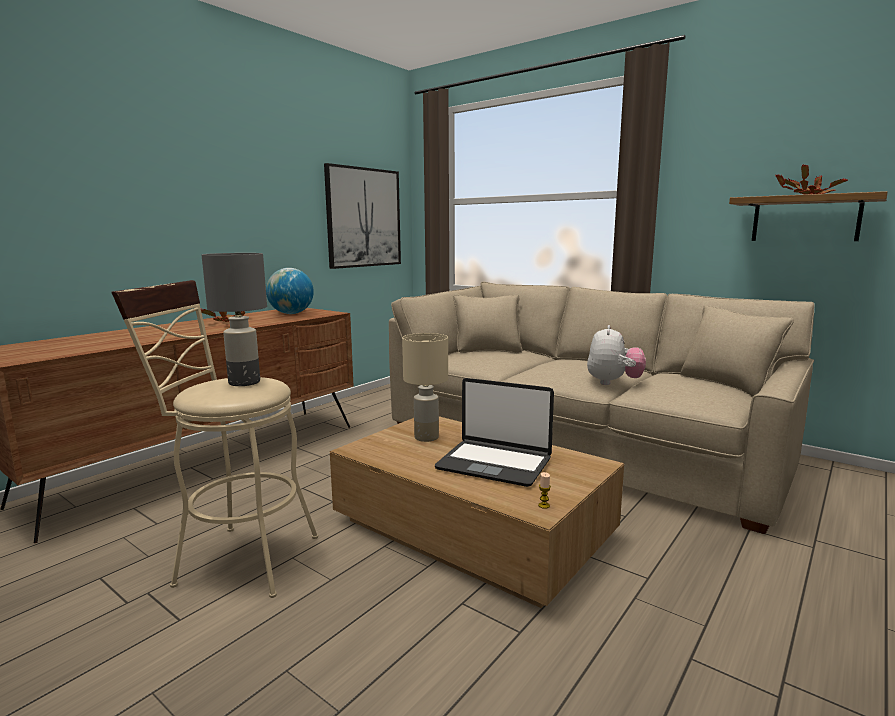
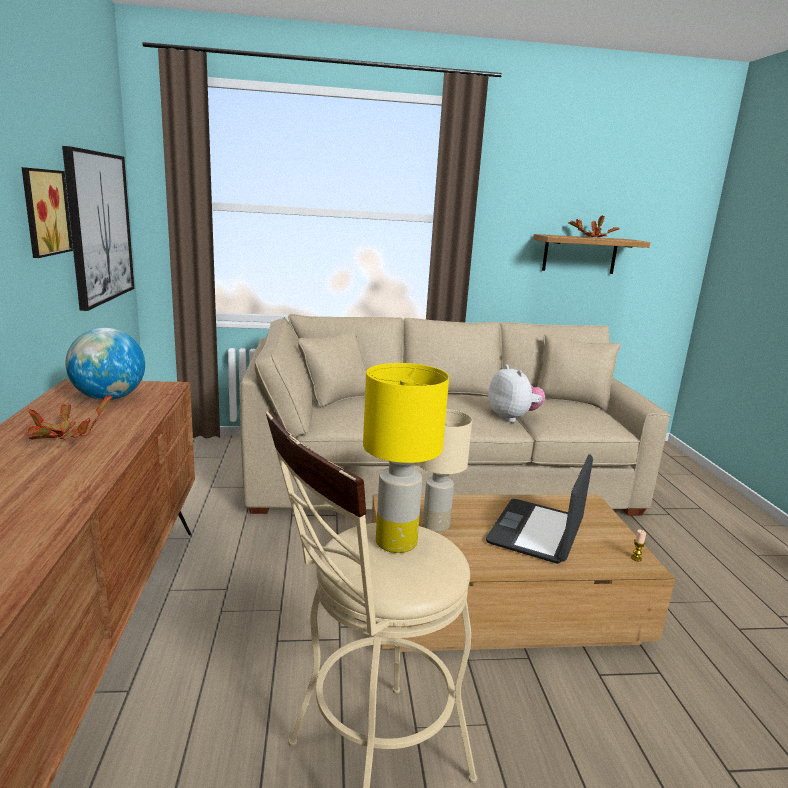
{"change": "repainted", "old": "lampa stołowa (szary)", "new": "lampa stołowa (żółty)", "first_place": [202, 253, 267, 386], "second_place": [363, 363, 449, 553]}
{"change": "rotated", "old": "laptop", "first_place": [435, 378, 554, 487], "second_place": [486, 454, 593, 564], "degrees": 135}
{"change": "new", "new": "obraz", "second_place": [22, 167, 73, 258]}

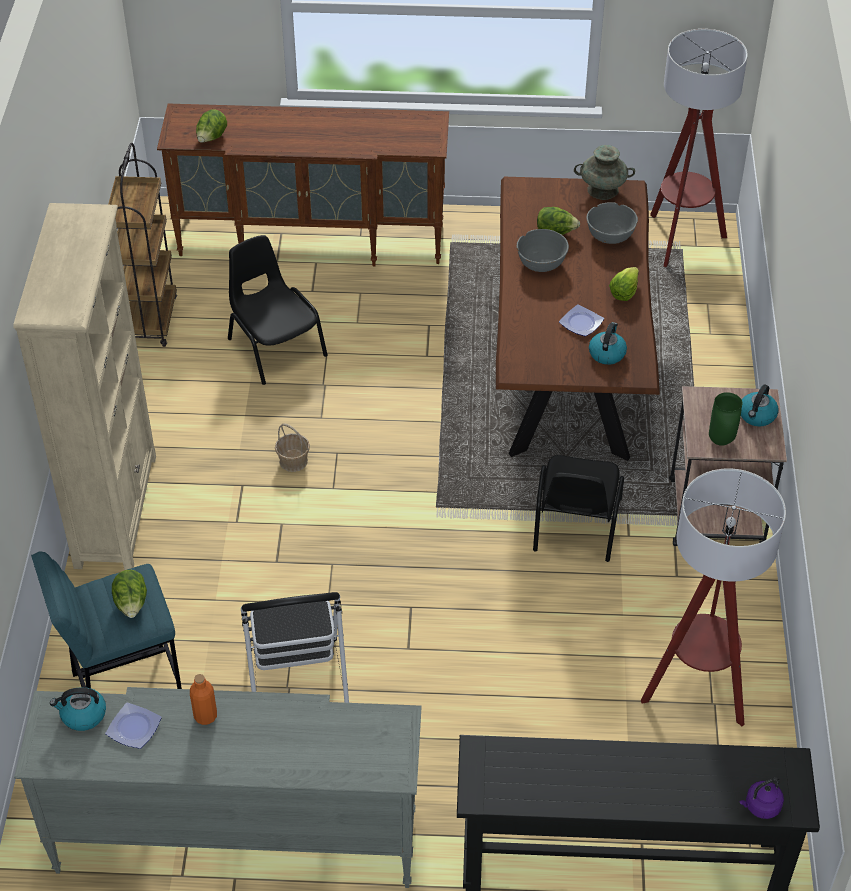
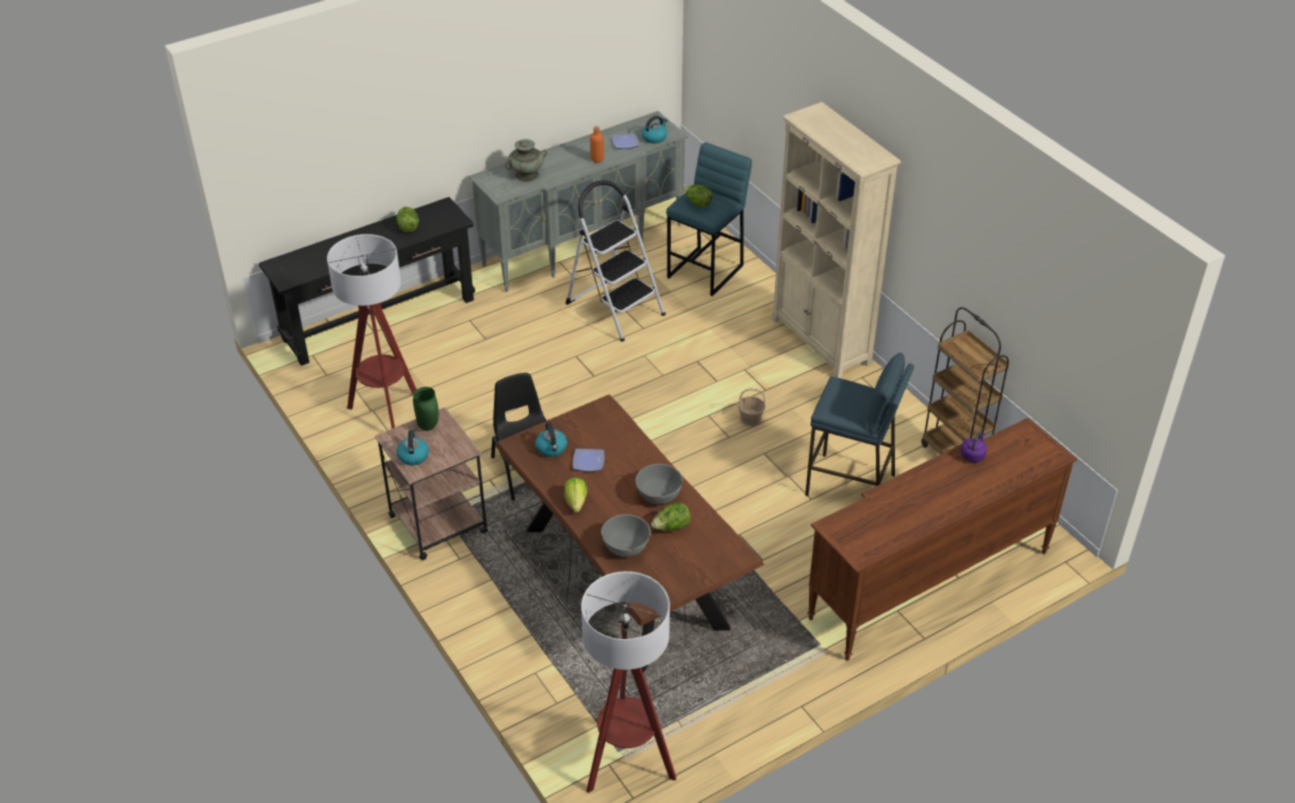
{"change": "shifted", "old": "sałata", "first_place": [196, 109, 227, 143], "second_place": [396, 207, 419, 232]}
{"change": "shifted", "old": "wazon (turkusowy)", "first_place": [574, 145, 635, 200], "second_place": [505, 139, 547, 182]}
{"change": "swapped", "old": "krzesło (czarny)", "new": "stołek (niebieski)", "first_place": [228, 235, 328, 385], "second_place": [805, 353, 914, 496]}
{"change": "shifted", "old": "czajnik (fioletowy)", "first_place": [739, 778, 784, 819], "second_place": [960, 431, 987, 462]}

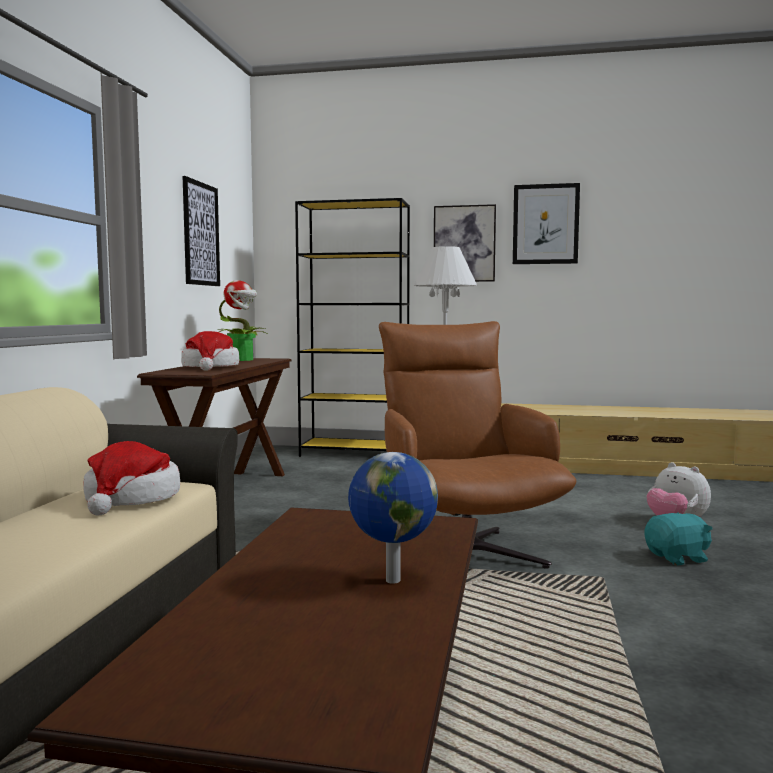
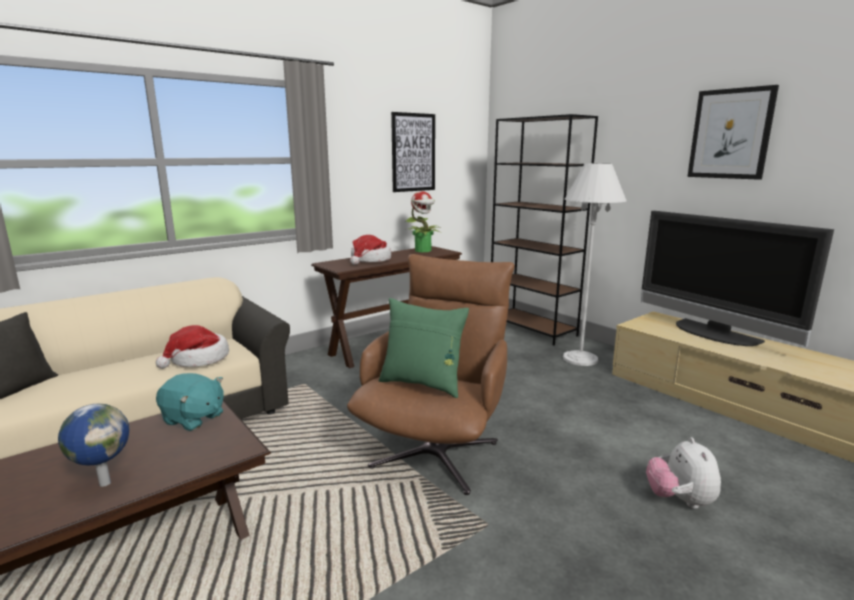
{"change": "repainted", "old": "regał (żółty)", "new": "regał (brązowy)", "first_place": [295, 198, 410, 457], "second_place": [491, 114, 598, 345]}
{"change": "gone", "old": "obraz", "first_place": [434, 204, 496, 282]}
{"change": "shifted", "old": "pluszak (turkusowy)", "first_place": [645, 512, 712, 565], "second_place": [156, 373, 224, 431]}
{"change": "new", "new": "telewizor", "second_place": [641, 211, 834, 347]}
{"change": "new", "new": "poduszka (zielony)", "second_place": [379, 298, 469, 398]}

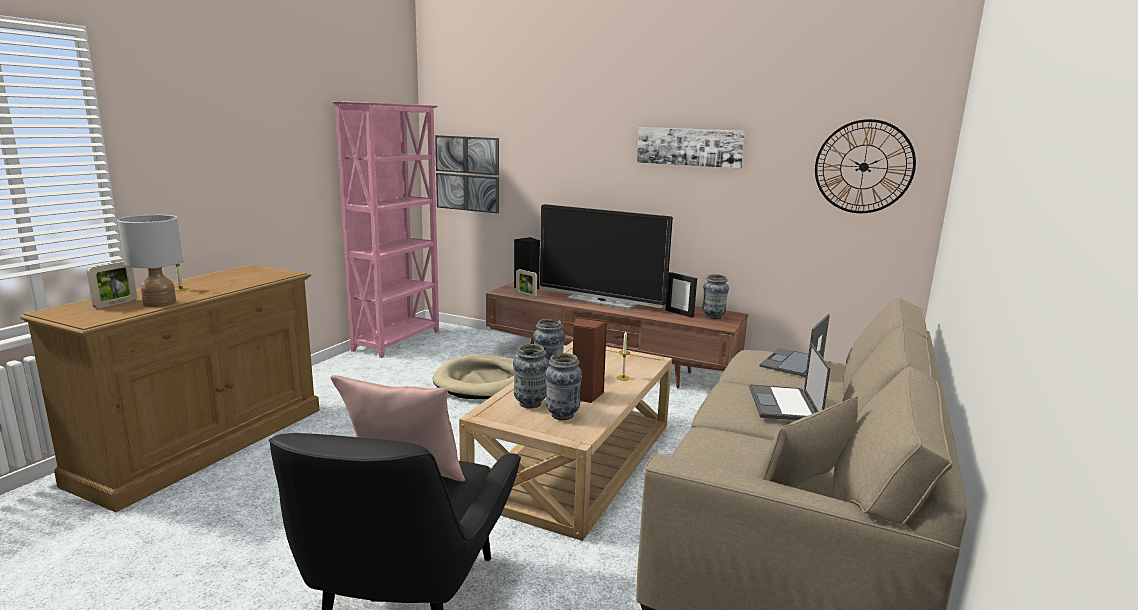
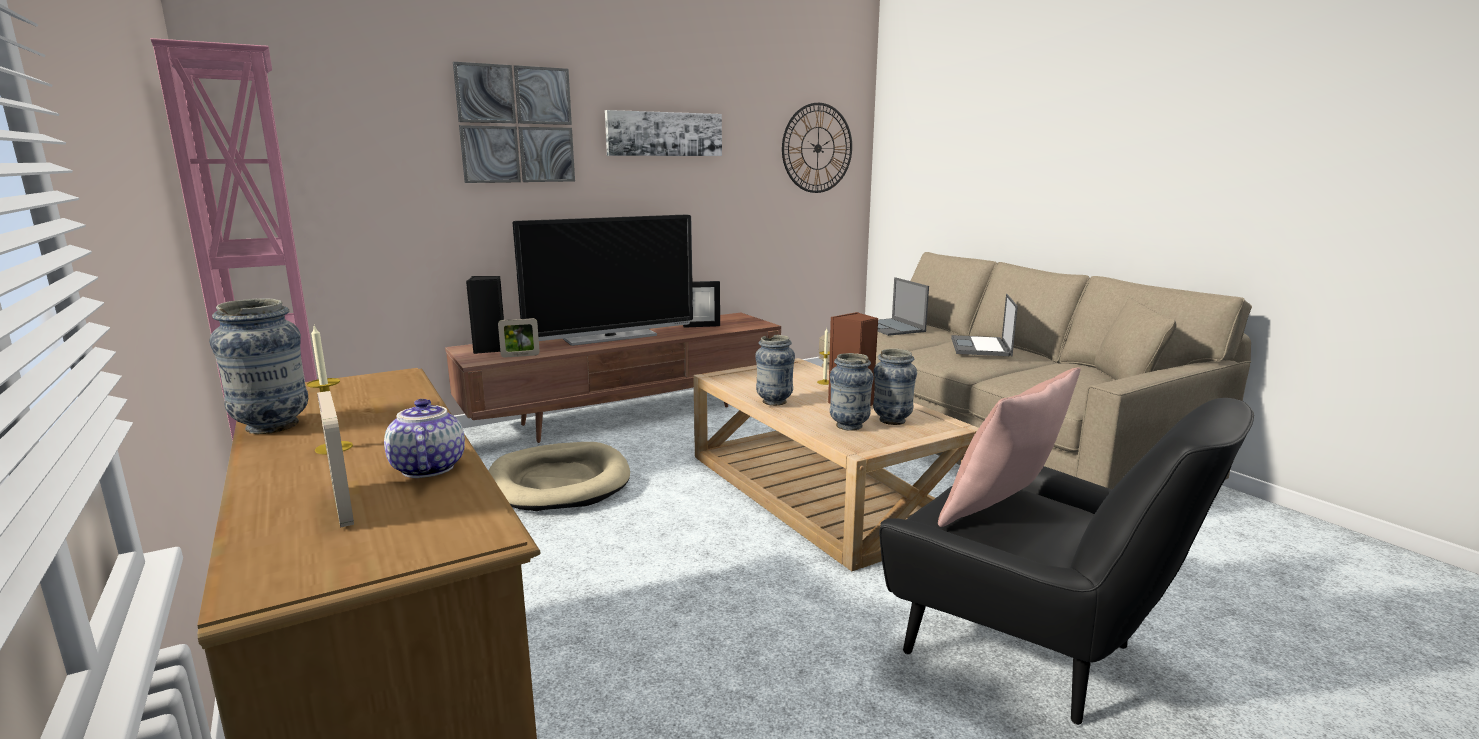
{"change": "shifted", "old": "obraz", "first_place": [435, 135, 499, 213], "second_place": [453, 62, 575, 183]}
{"change": "swapped", "old": "lampa stołowa (szary)", "new": "imbryk", "first_place": [117, 215, 183, 307], "second_place": [384, 399, 465, 478]}
{"change": "shifted", "old": "wazon", "first_place": [702, 274, 729, 319], "second_place": [209, 298, 308, 434]}
{"change": "rotated", "old": "laptop", "first_place": [749, 343, 830, 420], "second_place": [951, 294, 1018, 356], "degrees": 60}

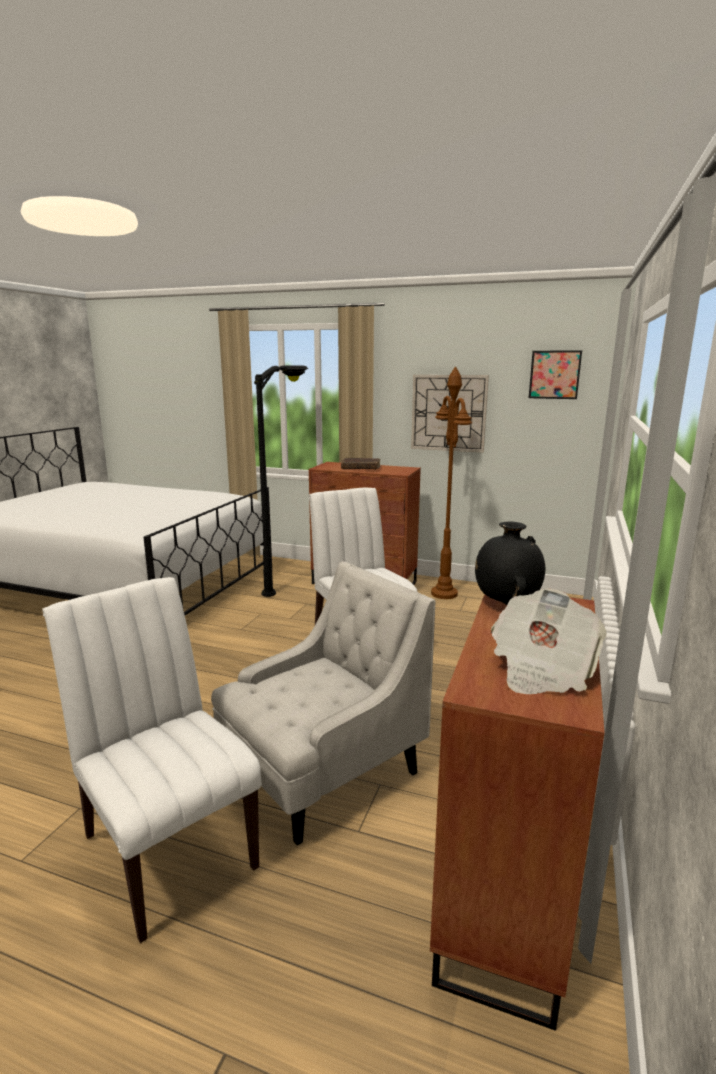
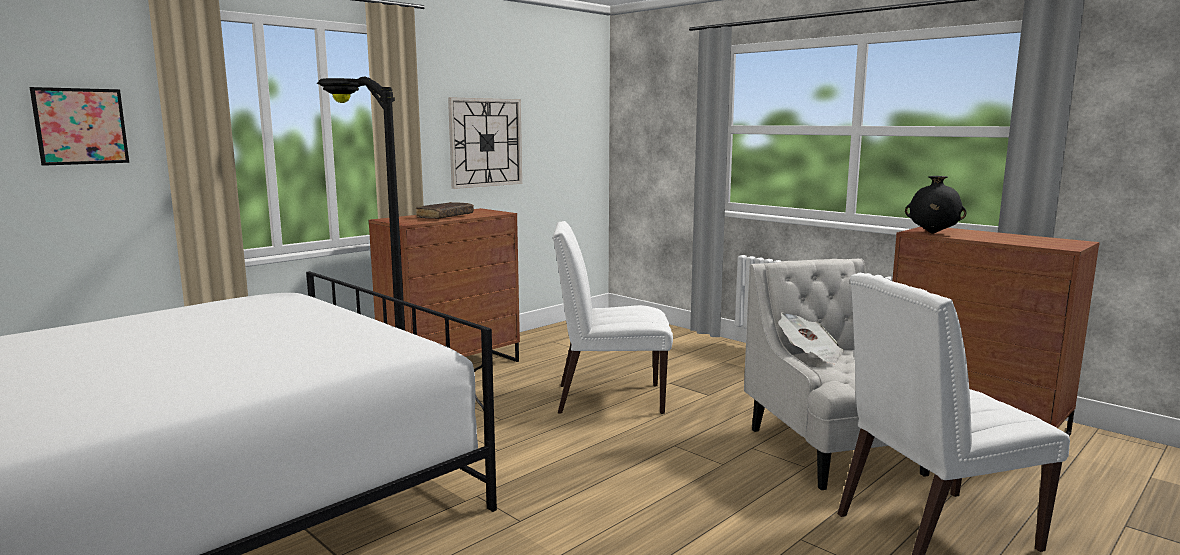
{"change": "shifted", "old": "obraz", "first_place": [529, 351, 582, 399], "second_place": [30, 87, 129, 166]}
{"change": "gone", "old": "lampa stojąca (brązowy)", "first_place": [431, 366, 472, 599]}
{"change": "shifted", "old": "gazeta", "first_place": [491, 588, 607, 694], "second_place": [778, 312, 844, 364]}

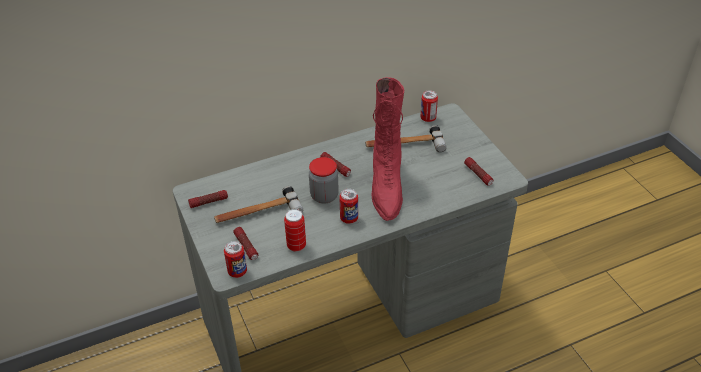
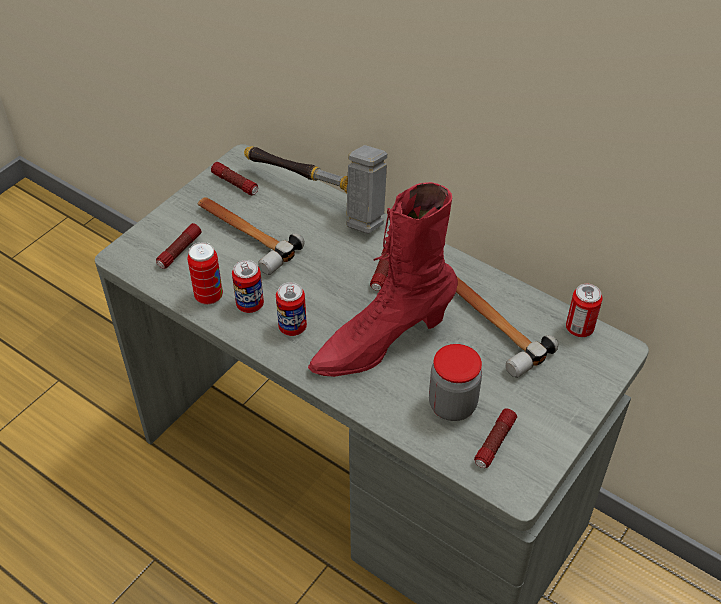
{"change": "shifted", "old": "słoik", "first_place": [309, 157, 339, 204], "second_place": [429, 344, 482, 421]}
{"change": "shifted", "old": "puszka", "first_place": [224, 241, 247, 278], "second_place": [232, 260, 264, 313]}
{"change": "new", "new": "młotek", "second_place": [244, 145, 387, 234]}

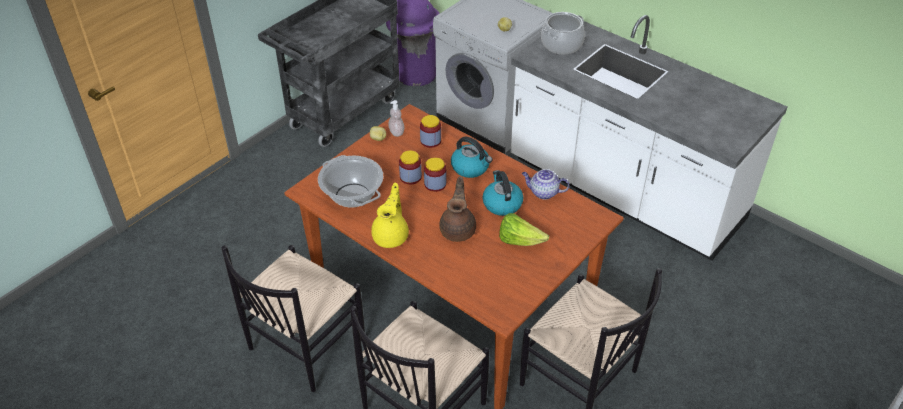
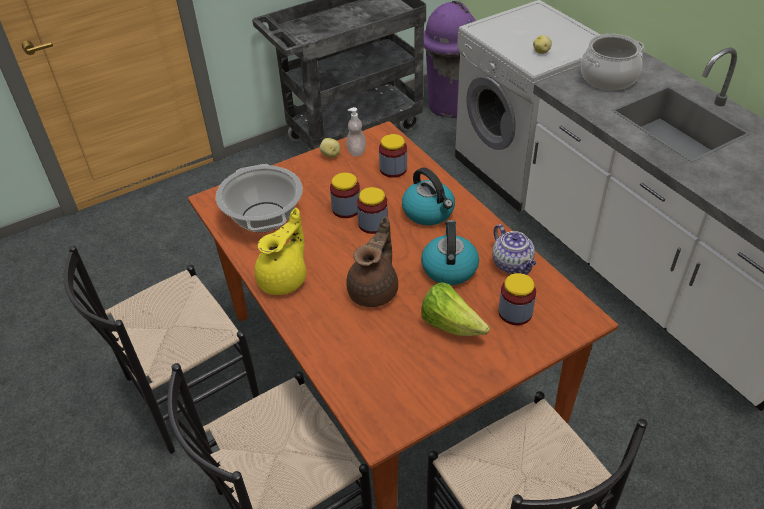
{"change": "rotated", "old": "imbryk", "first_place": [522, 169, 569, 200], "second_place": [492, 224, 536, 275], "degrees": -150}
{"change": "new", "new": "słoik", "second_place": [498, 273, 536, 325]}

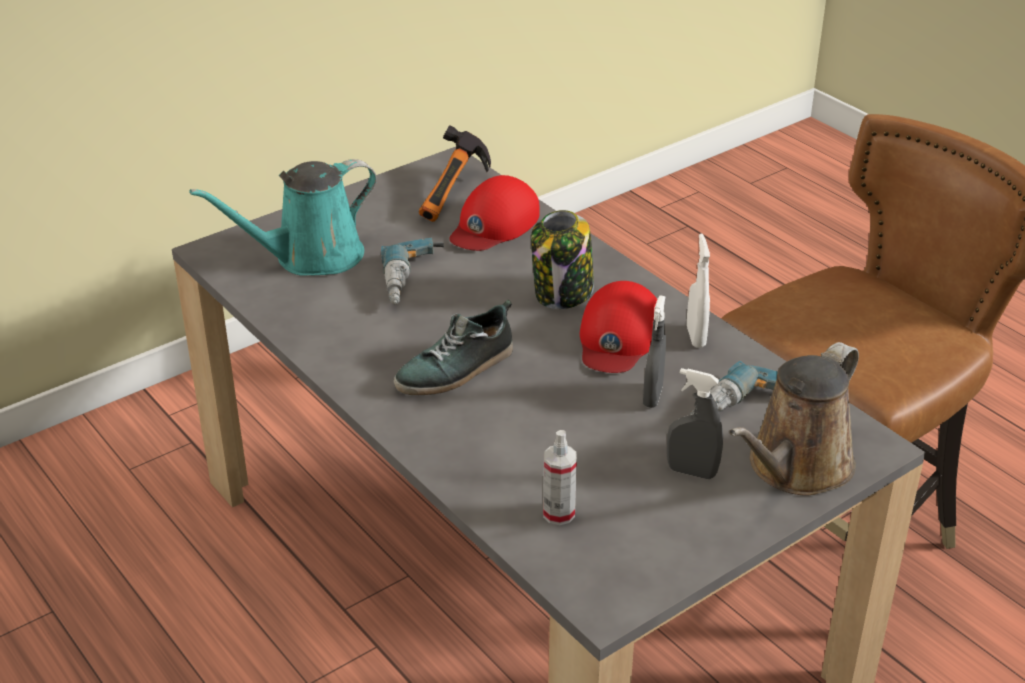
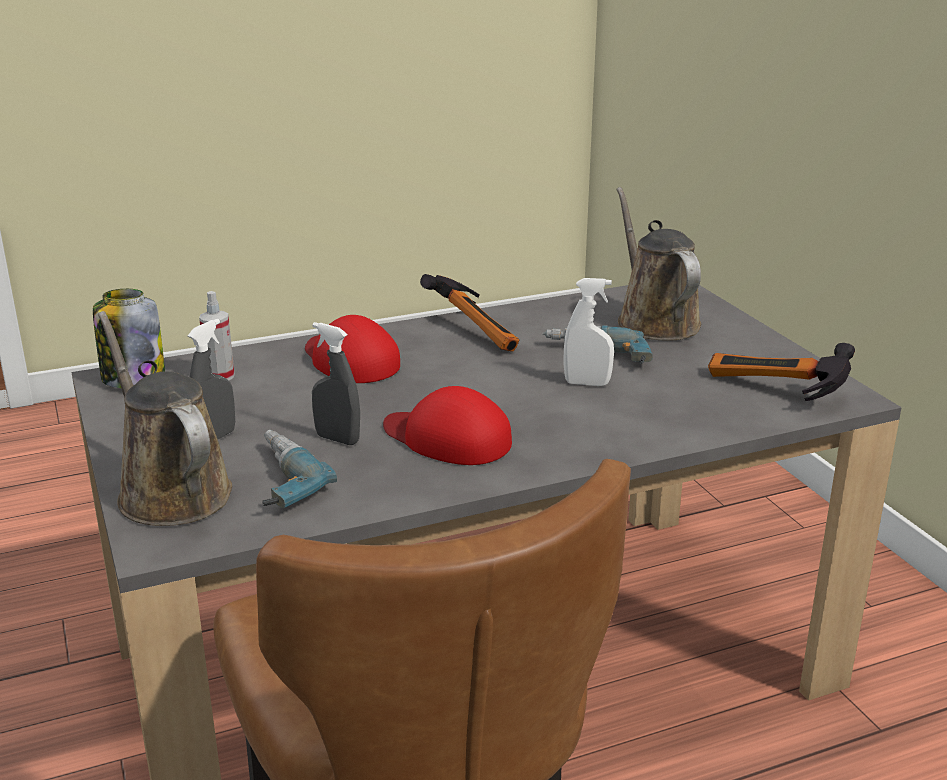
{"change": "repainted", "old": "konewka (turkusowy)", "new": "konewka (brązowy)", "first_place": [189, 159, 377, 276], "second_place": [616, 187, 701, 341]}
{"change": "shifted", "old": "czapka z daszkiem (czerwony)", "first_place": [449, 175, 540, 251], "second_place": [305, 315, 400, 383]}
{"change": "shifted", "old": "słoik", "first_place": [531, 210, 594, 309], "second_place": [93, 289, 165, 388]}
{"change": "shifted", "old": "spryskiwacz (biały)", "first_place": [687, 234, 710, 348], "second_place": [564, 278, 614, 386]}
{"change": "gone", "old": "but", "first_place": [394, 300, 513, 395]}
{"change": "new", "new": "młotek", "second_place": [420, 274, 519, 352]}

